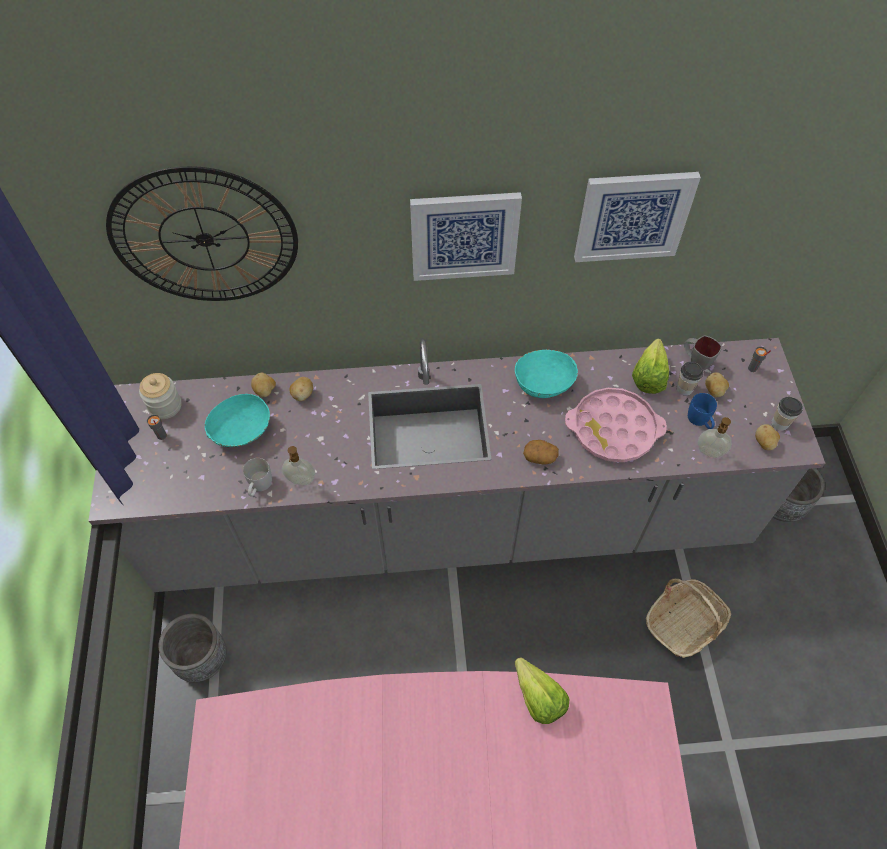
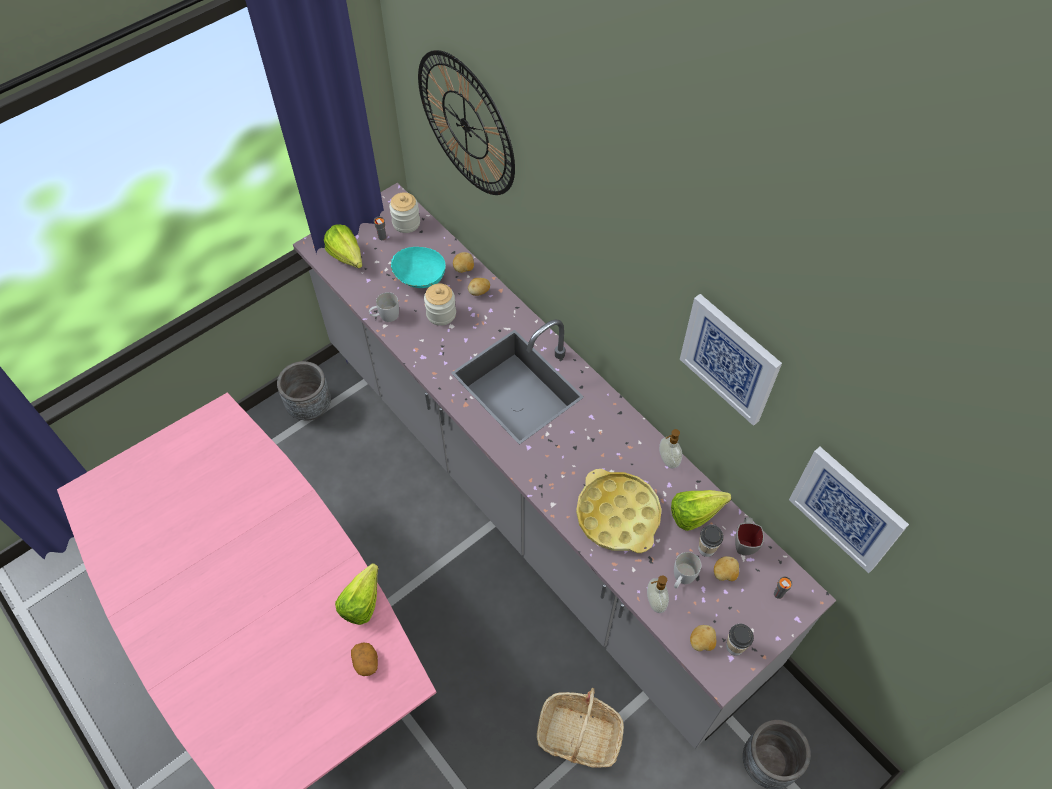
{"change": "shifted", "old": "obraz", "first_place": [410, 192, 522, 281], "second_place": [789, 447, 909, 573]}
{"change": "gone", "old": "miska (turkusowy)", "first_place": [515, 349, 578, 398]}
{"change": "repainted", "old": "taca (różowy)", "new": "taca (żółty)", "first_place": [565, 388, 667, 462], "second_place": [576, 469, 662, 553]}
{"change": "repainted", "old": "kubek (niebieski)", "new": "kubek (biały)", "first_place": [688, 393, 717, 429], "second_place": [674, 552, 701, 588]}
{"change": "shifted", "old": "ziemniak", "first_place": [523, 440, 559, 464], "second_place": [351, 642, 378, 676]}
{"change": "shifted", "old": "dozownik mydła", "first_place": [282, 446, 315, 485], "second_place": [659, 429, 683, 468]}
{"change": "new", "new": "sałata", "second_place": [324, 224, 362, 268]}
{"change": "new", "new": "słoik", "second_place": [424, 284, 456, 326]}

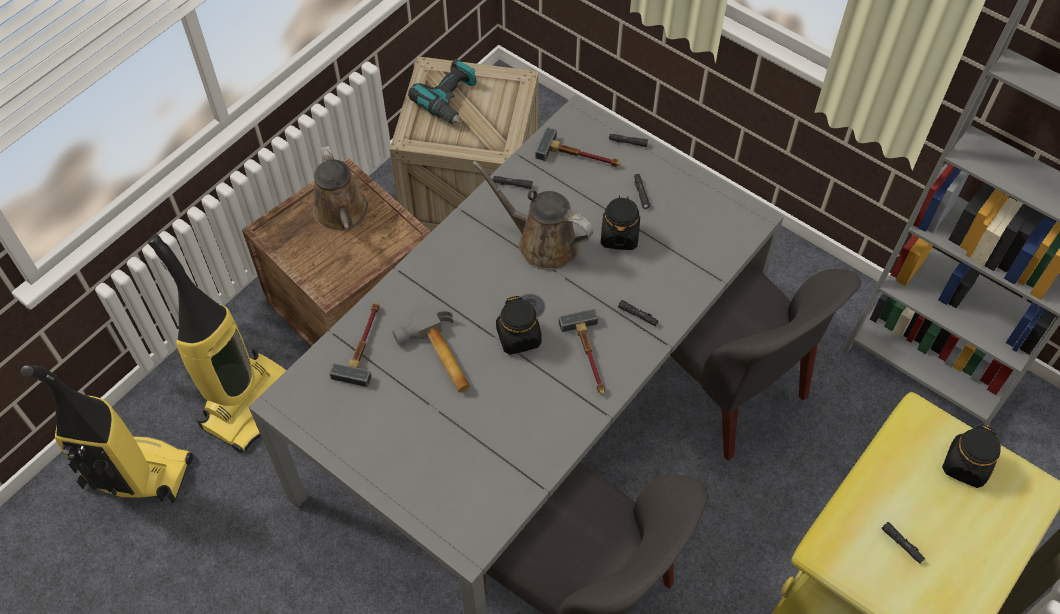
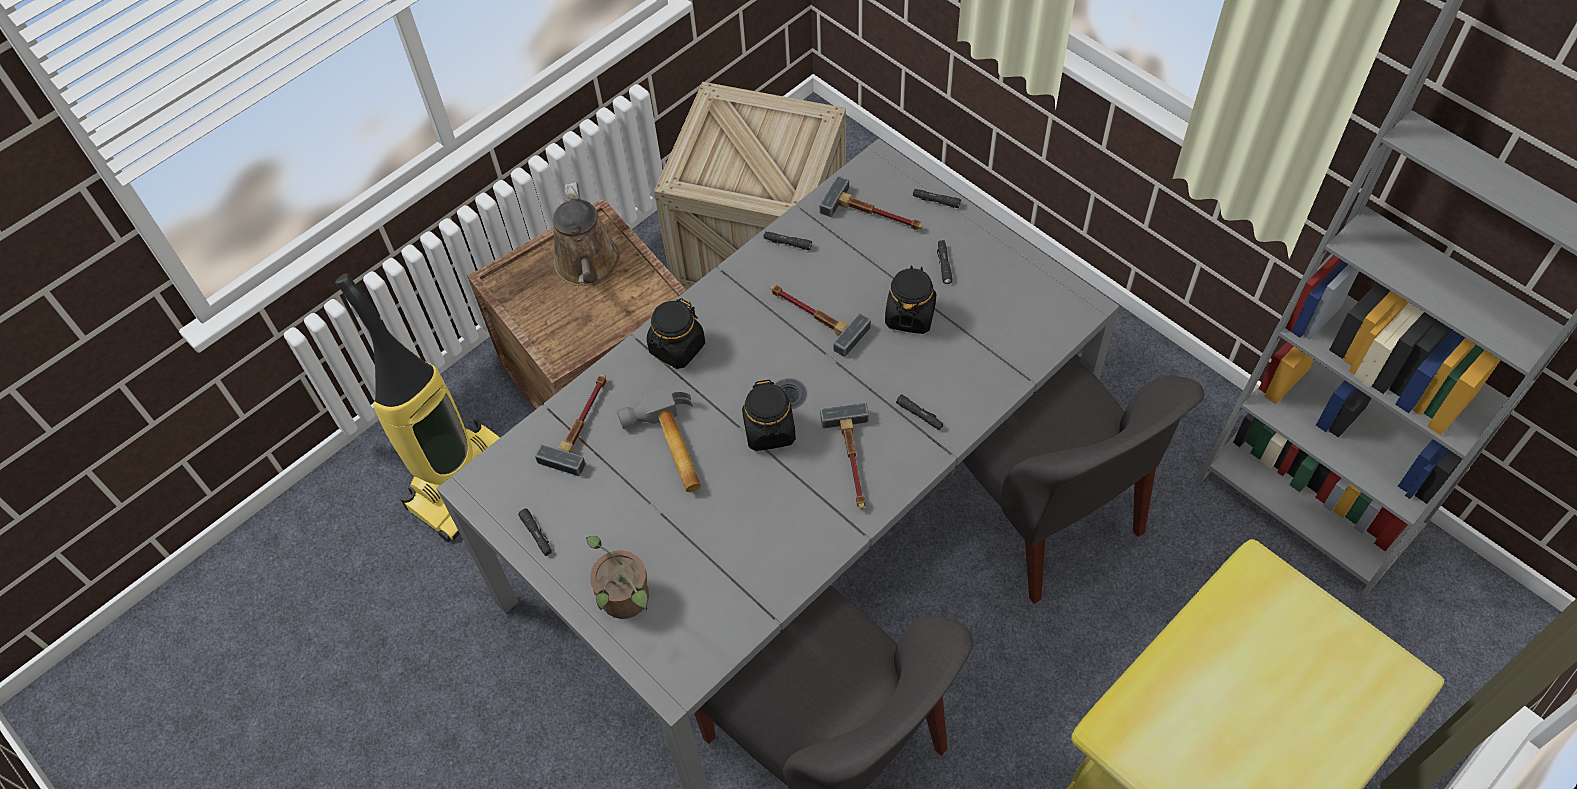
{"change": "gone", "old": "wiertarka", "first_place": [408, 59, 477, 124]}
{"change": "swapped", "old": "konewka (brązowy)", "new": "młotek", "first_place": [472, 160, 594, 270], "second_place": [770, 285, 871, 357]}
{"change": "gone", "old": "odkurzacz", "first_place": [20, 365, 193, 503]}
{"change": "shifted", "old": "słoik (czarny)", "first_place": [942, 424, 1001, 488], "second_place": [647, 298, 705, 369]}
{"change": "shifted", "old": "latarka (czarny)", "first_place": [881, 522, 925, 564], "second_place": [518, 508, 552, 556]}
{"change": "new", "new": "roślina doniczkowa", "second_place": [586, 536, 649, 619]}

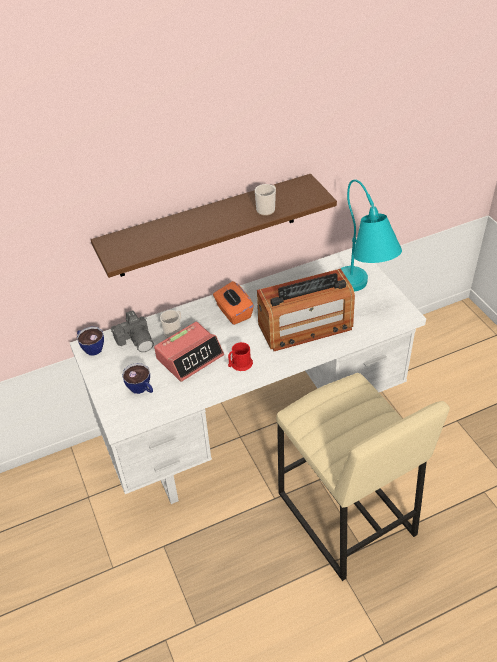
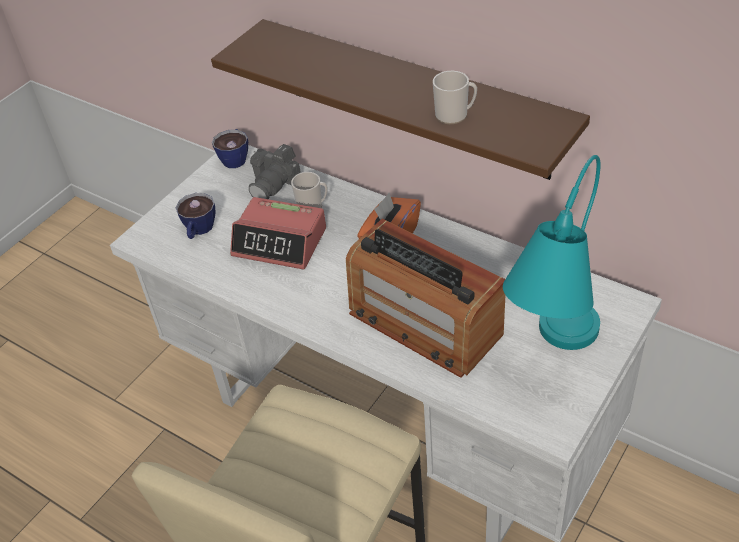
{"change": "gone", "old": "kubek (czerwony)", "first_place": [228, 342, 253, 371]}

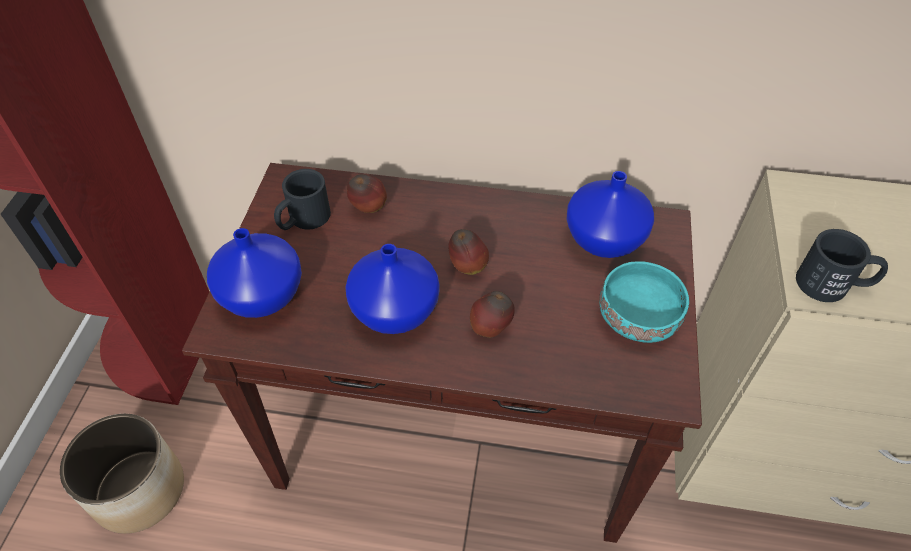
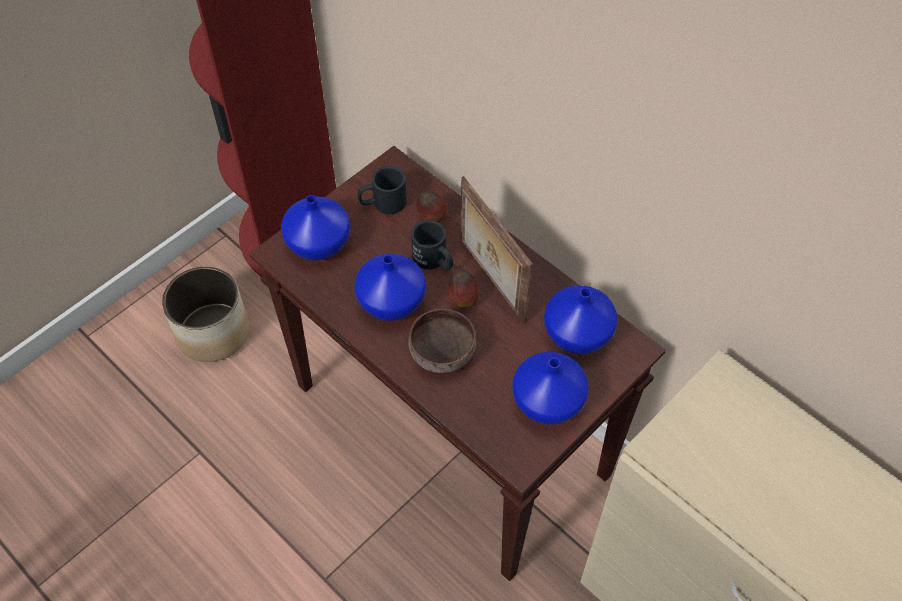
{"change": "shifted", "old": "kubek (czarny)", "first_place": [796, 229, 888, 302], "second_place": [411, 220, 453, 270]}
{"change": "swapped", "old": "miska (turkusowy)", "new": "wazon (niebieski)", "first_place": [599, 261, 689, 343], "second_place": [512, 352, 589, 425]}
{"change": "swapped", "old": "jabłko", "new": "miska (brązowy)", "first_place": [470, 291, 515, 337], "second_place": [408, 309, 476, 374]}
{"change": "new", "new": "ramka na zdjęcie", "second_place": [461, 176, 533, 323]}

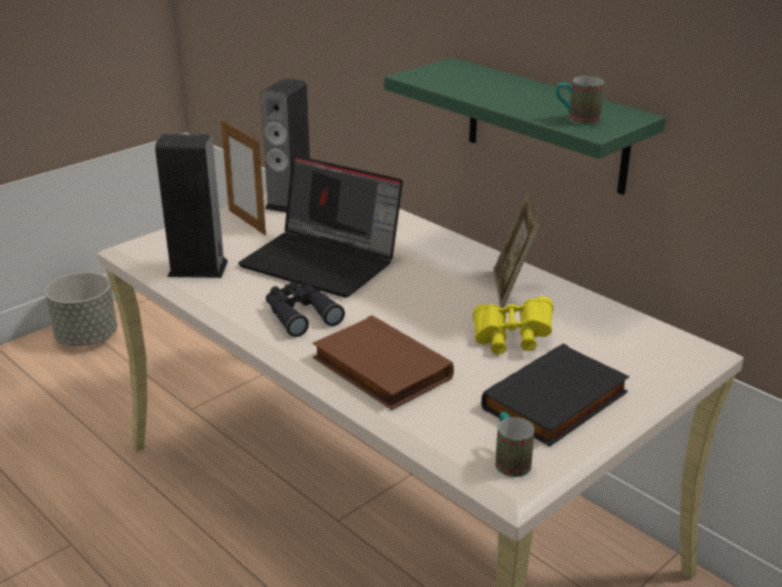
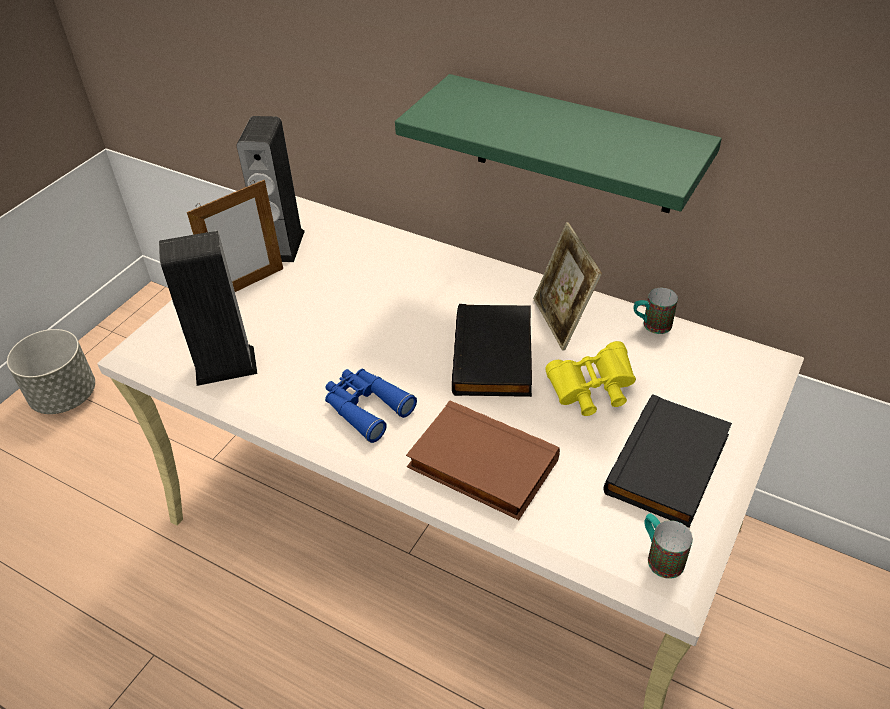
{"change": "shifted", "old": "kubek", "first_place": [556, 76, 604, 125], "second_place": [633, 288, 678, 334]}
{"change": "rotated", "old": "ramka na zdjęcie", "first_place": [221, 119, 266, 235], "second_place": [187, 180, 283, 292], "degrees": -75}
{"change": "gone", "old": "laptop", "first_place": [238, 155, 403, 298]}
{"change": "repainted", "old": "lornetka (czarny)", "new": "lornetka (niebieski)", "first_place": [266, 281, 345, 337], "second_place": [325, 369, 417, 443]}
{"change": "new", "new": "książka (czarny)", "second_place": [452, 304, 532, 397]}

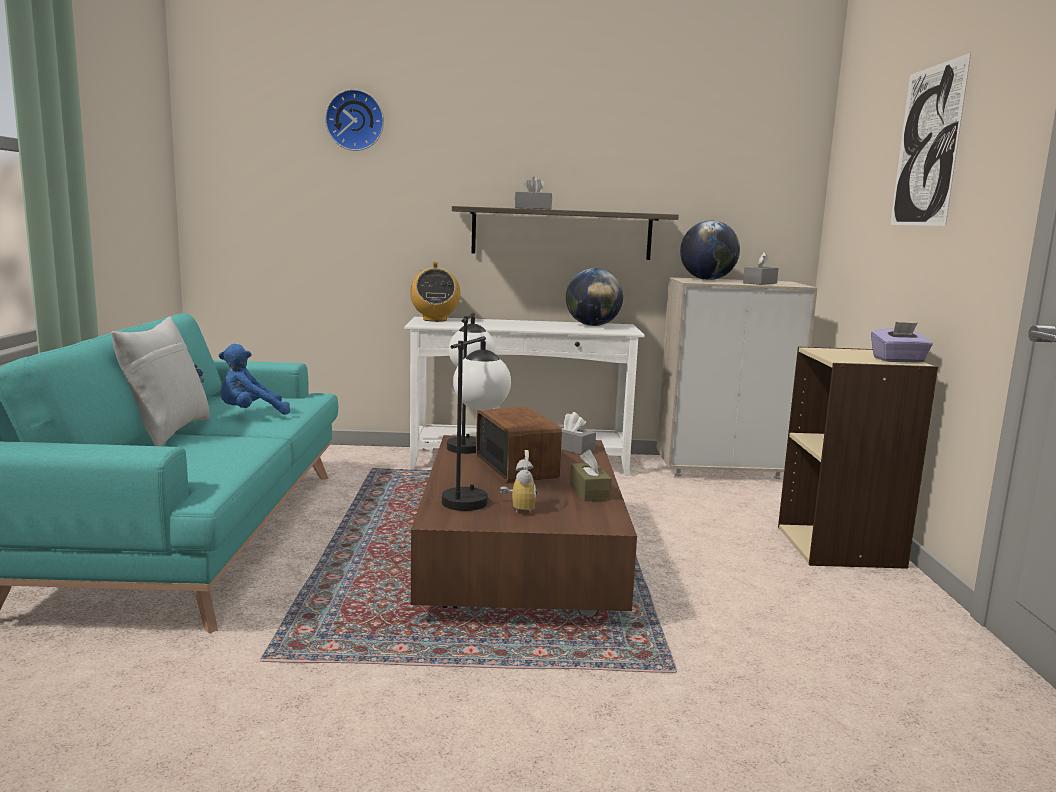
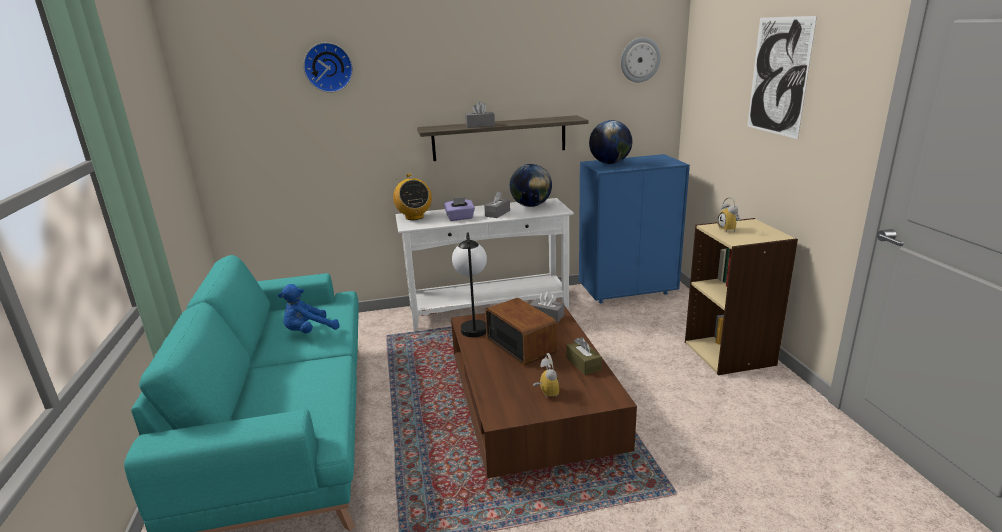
{"change": "shifted", "old": "pudełko chusteczek (szary)", "first_place": [743, 252, 779, 285], "second_place": [484, 192, 510, 218]}
{"change": "repainted", "old": "szafka (beżowy)", "new": "szafka (niebieski)", "first_place": [656, 277, 818, 479], "second_place": [579, 154, 690, 303]}
{"change": "gone", "old": "poduszka (szary)", "first_place": [111, 317, 209, 446]}
{"change": "shifted", "old": "pudełko chusteczek (fioletowy)", "first_place": [871, 322, 933, 363], "second_place": [444, 197, 475, 221]}
{"change": "gone", "old": "lampa stołowa", "first_place": [442, 336, 511, 511]}
{"change": "new", "new": "zegar ścienny", "second_place": [621, 37, 661, 82]}
{"change": "new", "new": "budzik", "second_place": [718, 197, 740, 232]}

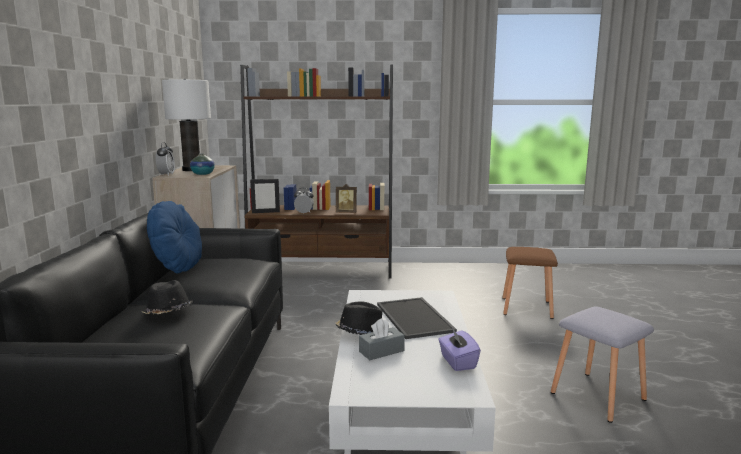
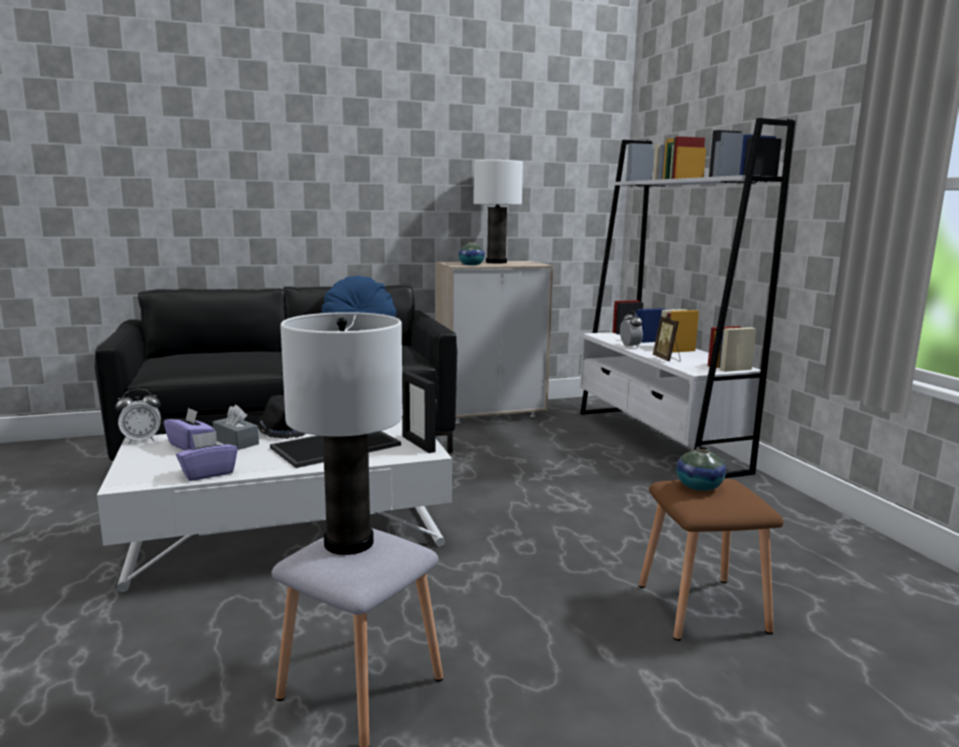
{"change": "repainted", "old": "regał (brązowy)", "new": "regał (biały)", "first_place": [240, 64, 393, 278], "second_place": [580, 118, 796, 478]}
{"change": "shifted", "old": "budzik", "first_place": [156, 142, 175, 176], "second_place": [116, 389, 161, 444]}
{"change": "shifted", "old": "ramka na zdjęcie", "first_place": [250, 179, 280, 213], "second_place": [402, 371, 436, 453]}
{"change": "gone", "old": "kapelusz (czarny)", "first_place": [141, 280, 194, 314]}
{"change": "new", "new": "lampa stołowa (biały)", "second_place": [280, 312, 403, 555]}
{"change": "new", "new": "pudełko chusteczek (fioletowy)", "second_place": [164, 407, 215, 451]}
{"change": "new", "new": "wazon", "second_place": [676, 446, 726, 491]}

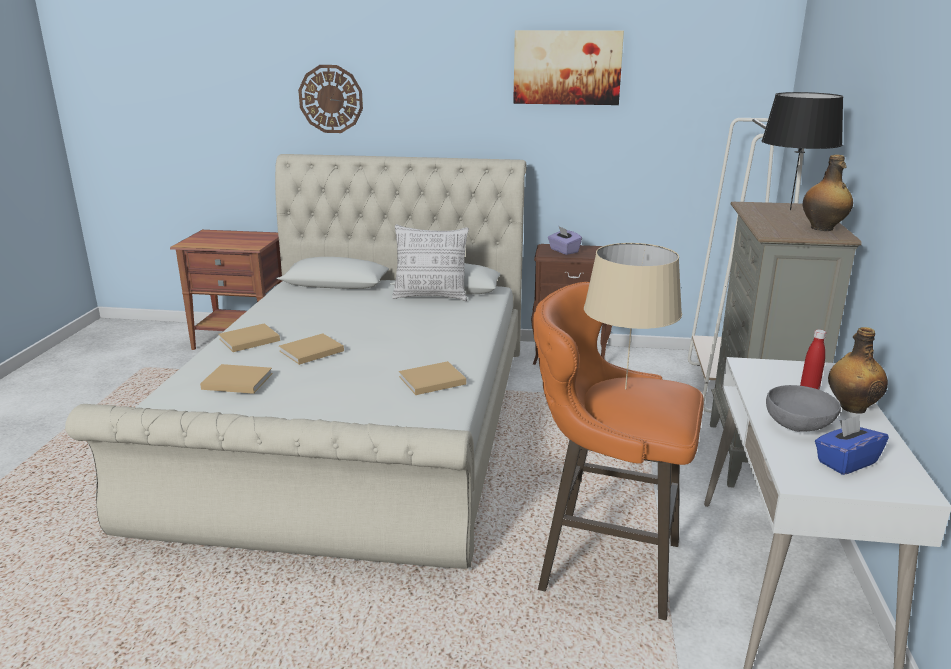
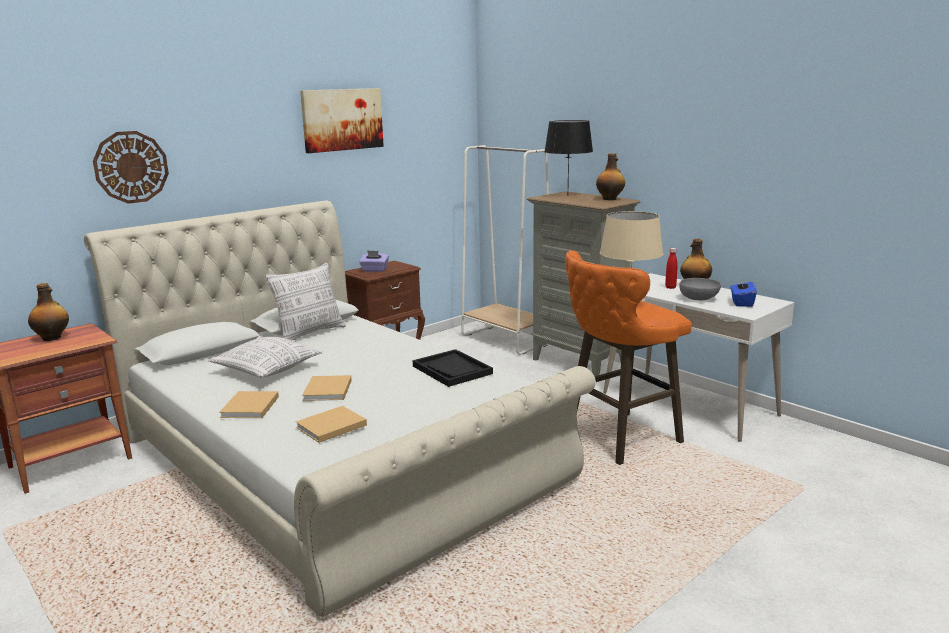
{"change": "swapped", "old": "książka (beżowy)", "new": "taca (czarny)", "first_place": [399, 361, 466, 395], "second_place": [413, 349, 493, 387]}
{"change": "new", "new": "butelka", "second_place": [28, 283, 69, 341]}
{"change": "new", "new": "poduszka", "second_place": [208, 337, 323, 378]}

